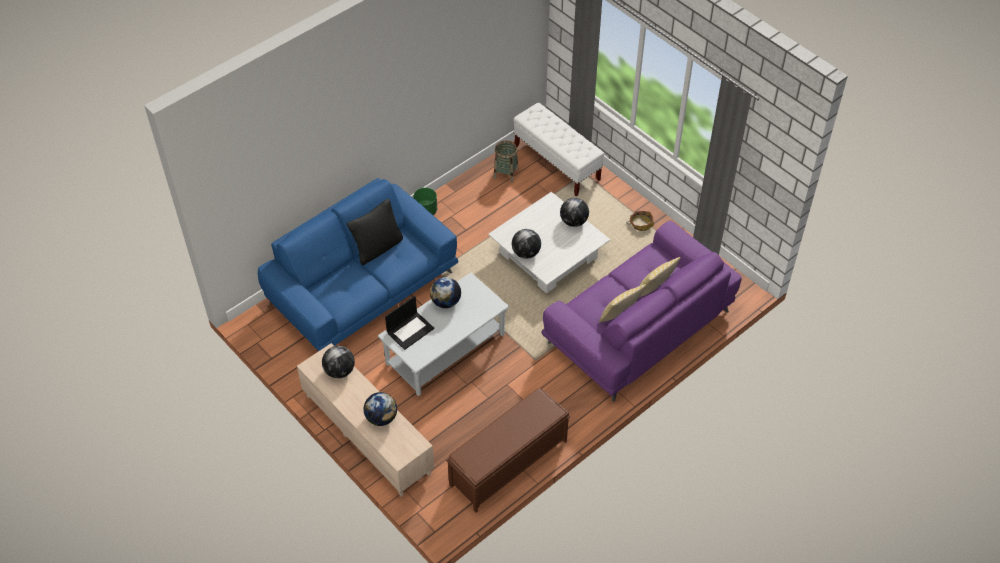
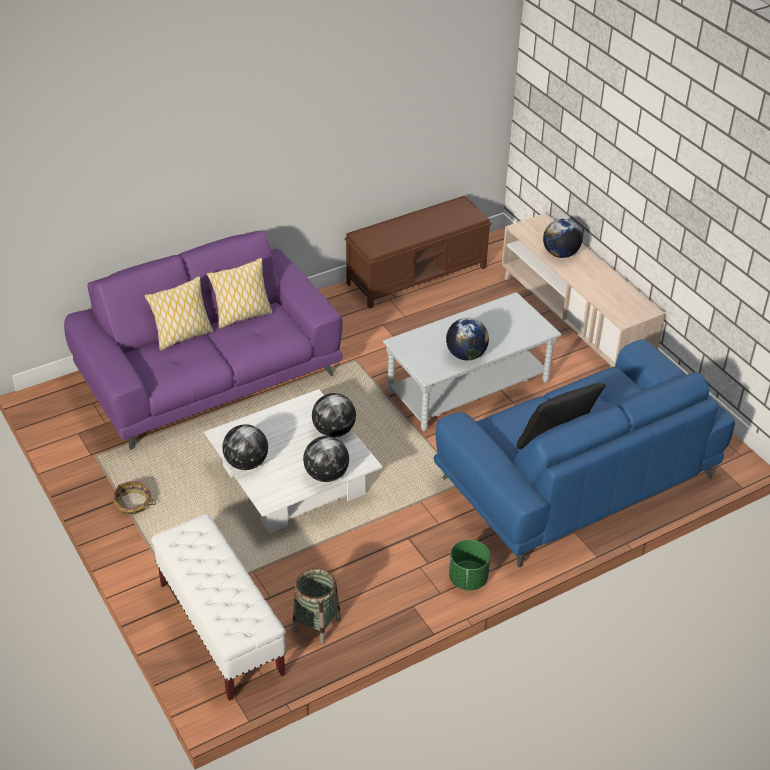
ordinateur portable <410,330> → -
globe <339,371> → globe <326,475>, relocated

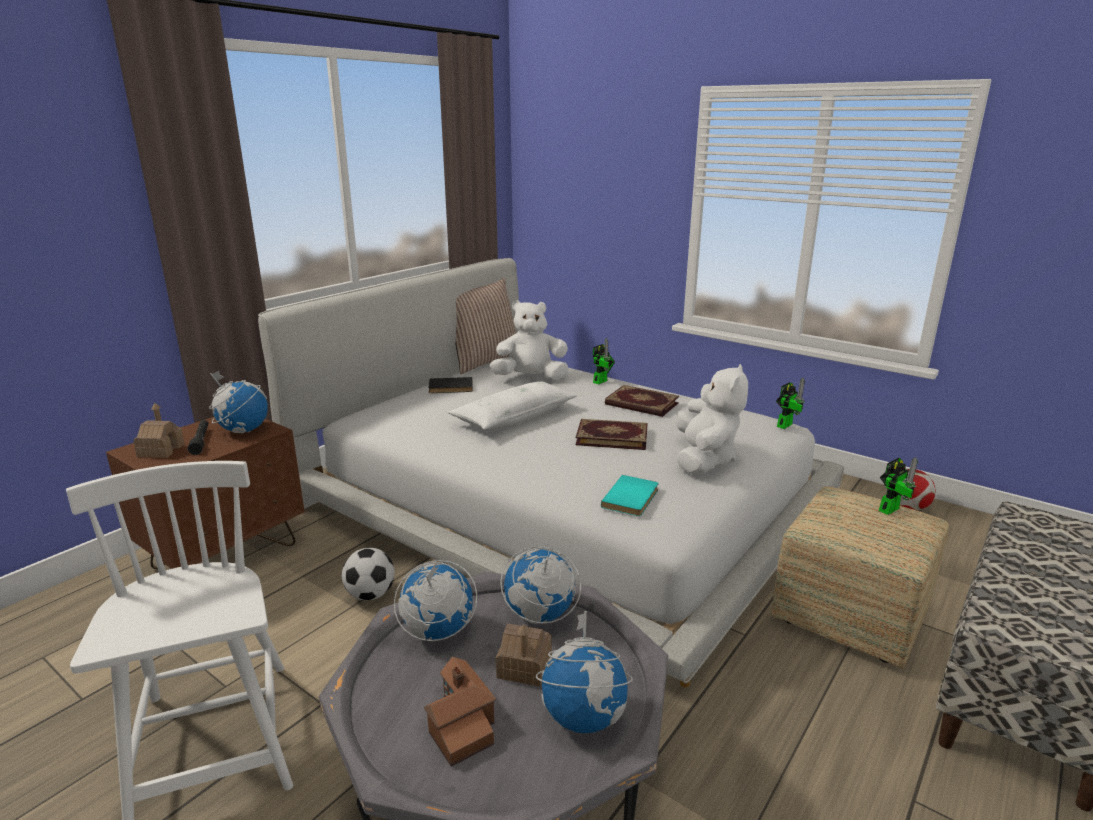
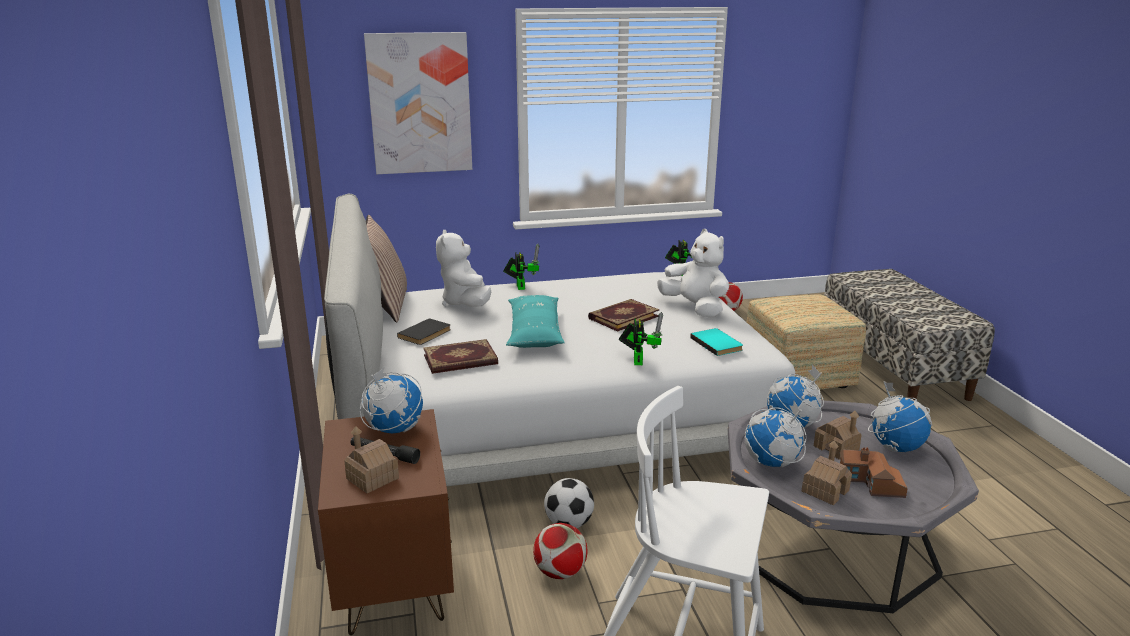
- → tableau <420,103>
- → ballon de foot <560,572>
- → maison miniature <825,491>
livre <641,404> → livre <460,360>, relocated
robot jouet <890,508> → robot jouet <638,360>, relocated
coussin/blanc <514,417> → coussin/turquoise <534,332>
peluche/blanc <530,378> → peluche/blanc <466,303>, 45 degrees counterclockwise

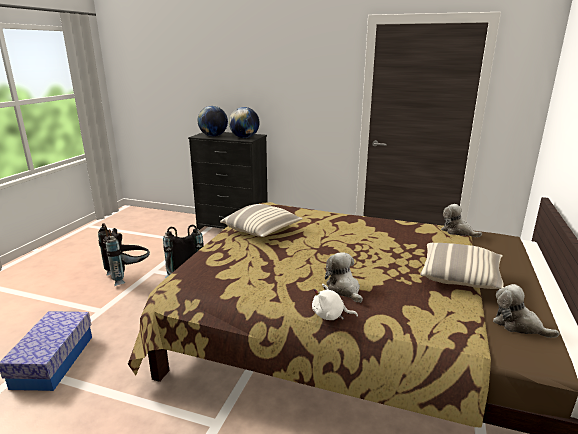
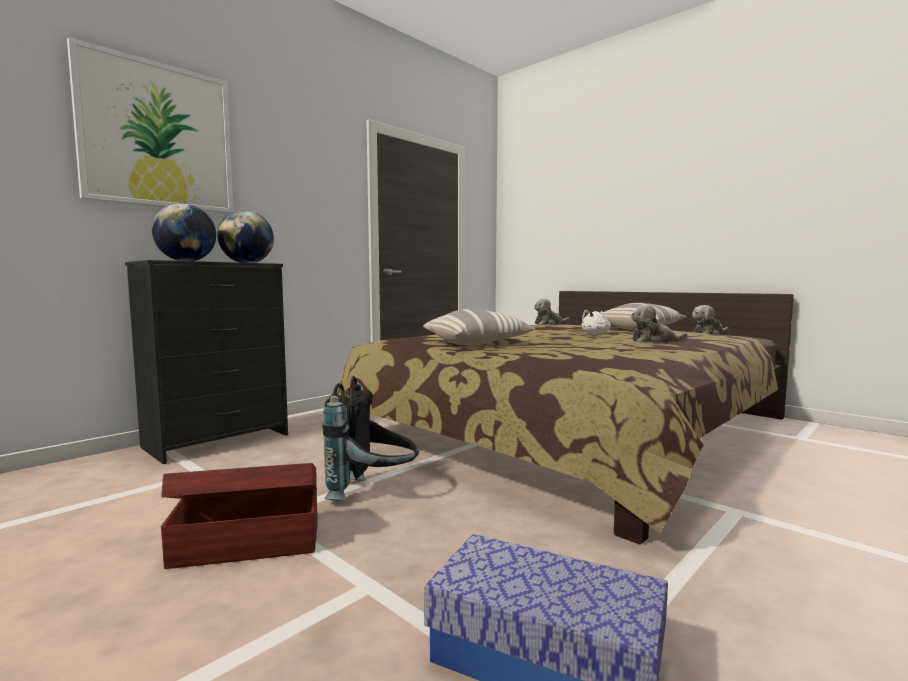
- → tableau <158,136>
peluche/blanc <330,315> → peluche/blanc <596,333>, relocated
sac à dos/noir <128,276> → boîte de rangement/marron <246,543>

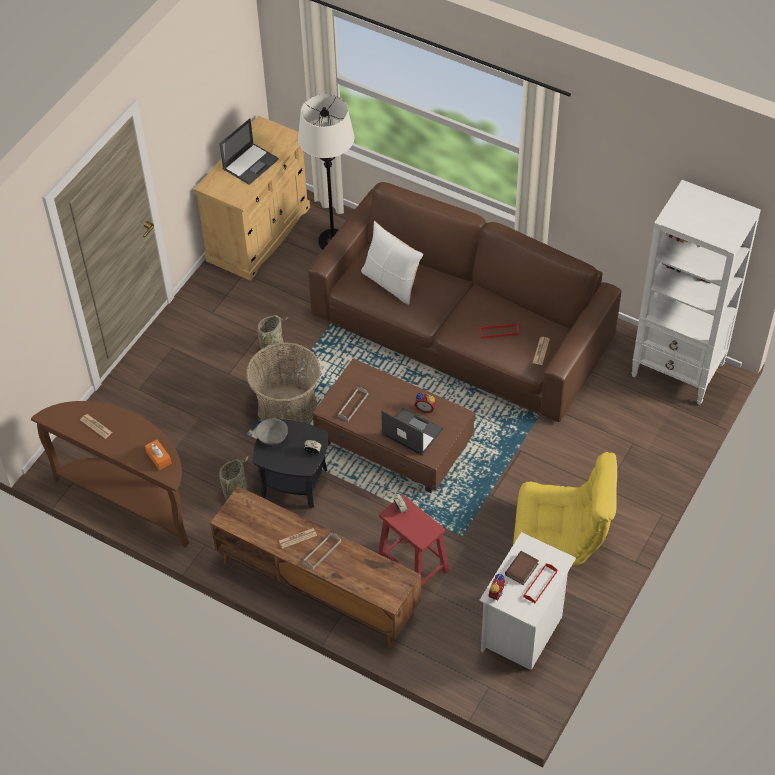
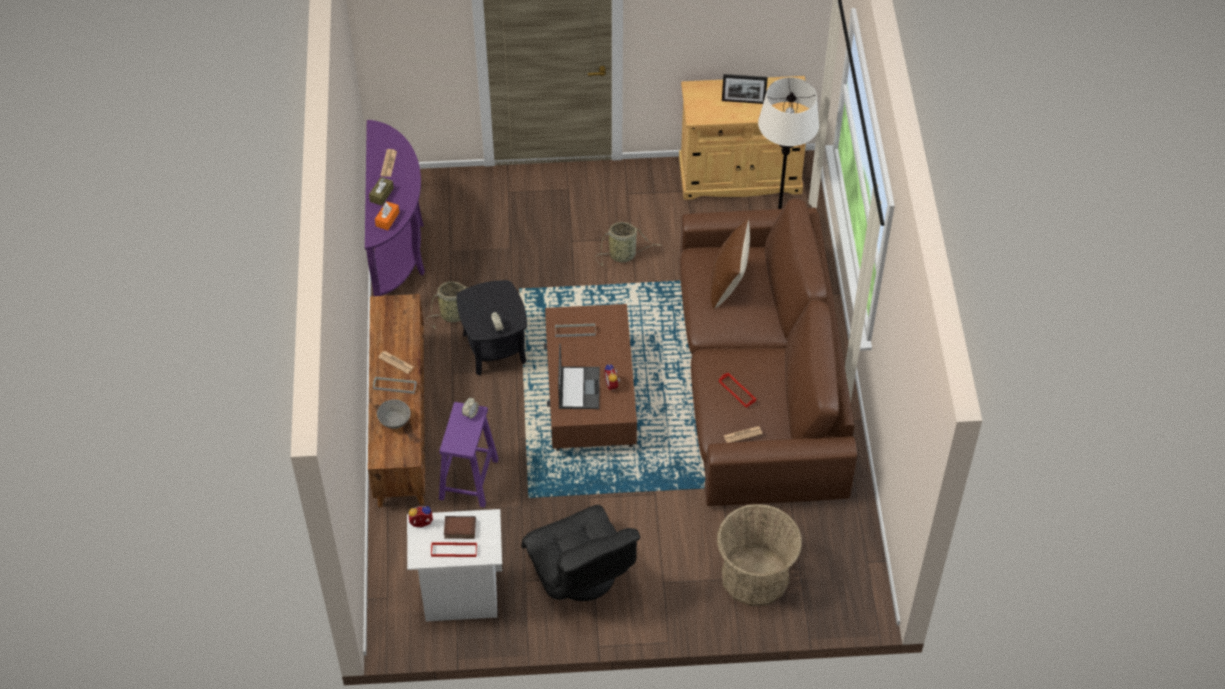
bibliothèque/blanc <678,371> → -
- → boîte à mouchoirs/marron <381,195>
panier <287,409> → panier <755,576>, relocated
bol/gris <273,438> → bol/gris <395,421>, relocated
ordinateur portable <250,163> → cadre photo <743,101>
table console/marron <132,498> → table console/violet <398,250>
coussin/blanc <391,283> → coussin/marron <728,283>
tabouret/rouge <411,567> → tabouret/violet <469,478>
fauteuil/jaune <561,538> → fauteuil/noir <581,574>

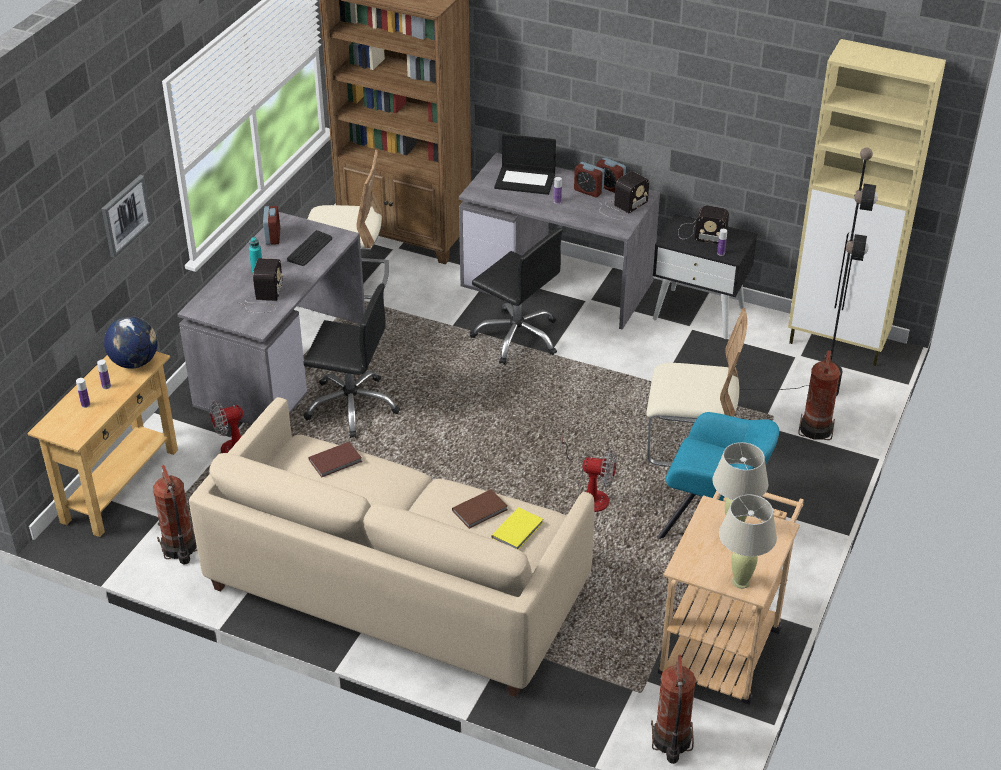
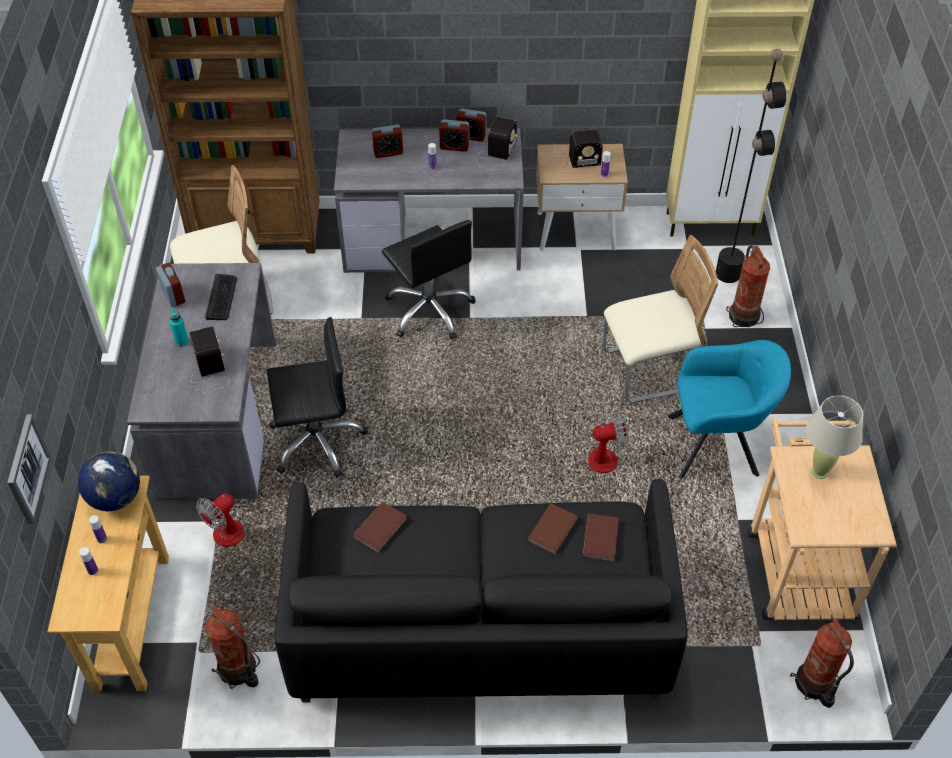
lampe de table/beige <741,581> → -
tableau <125,215> → tableau <27,469>, relocated
ordinateur portable <526,180> → réveil <388,152>
canapé/beige <396,587> → canapé/noir <478,625>
livre/jaune <518,530> → livre/marron <601,538>
table de chevet/noir <699,313> → table de chevet/beige <576,230>
chaise de bureau/noir <517,337> → chaise de bureau/noir <430,310>, 45 degrees clockwise

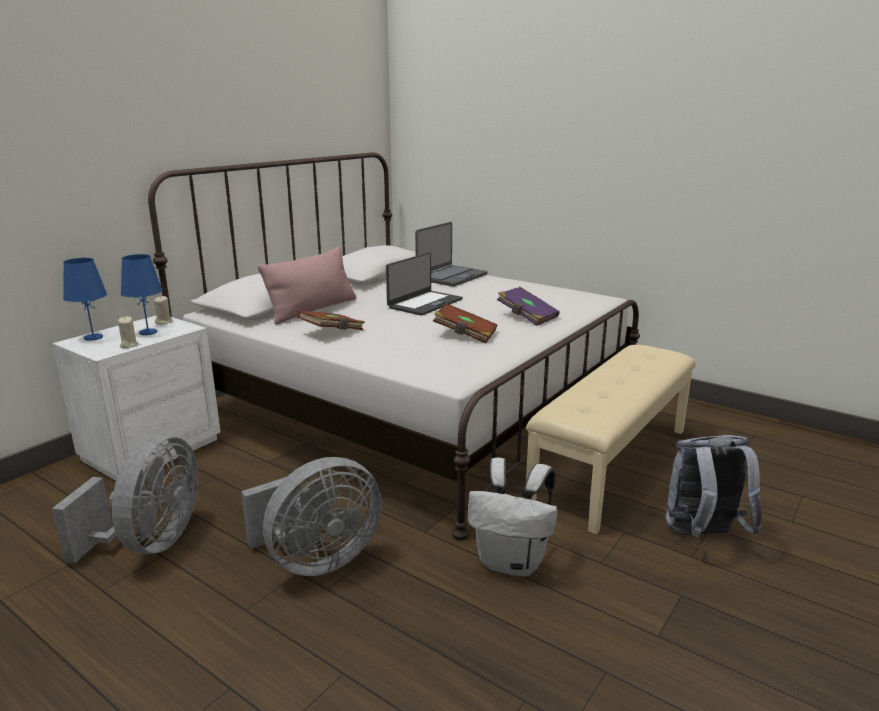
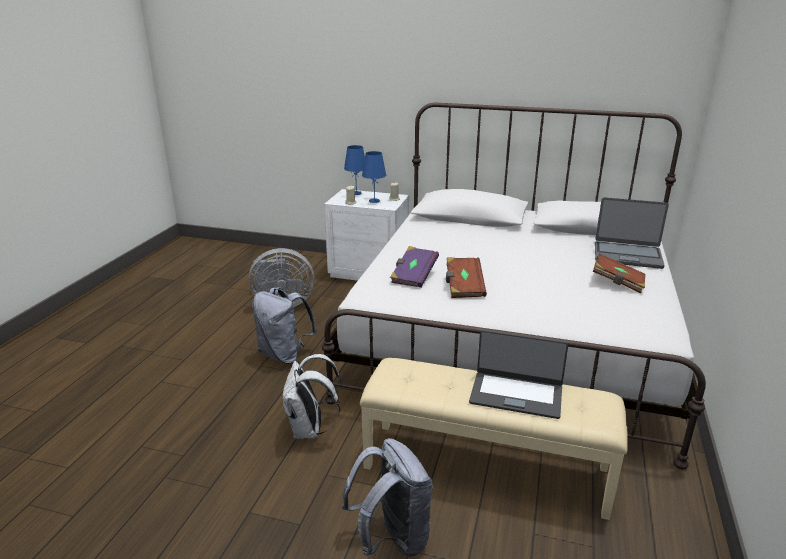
coussin/rose <313,310> → -
livre/marron <332,332> → livre/marron <617,283>, relocated
ordinateur portable <424,303> → ordinateur portable <516,394>, relocated
livre/violet <526,317> → livre/violet <413,276>, relocated
ventilateur/gris <317,560> → sac à dos/gris <284,355>

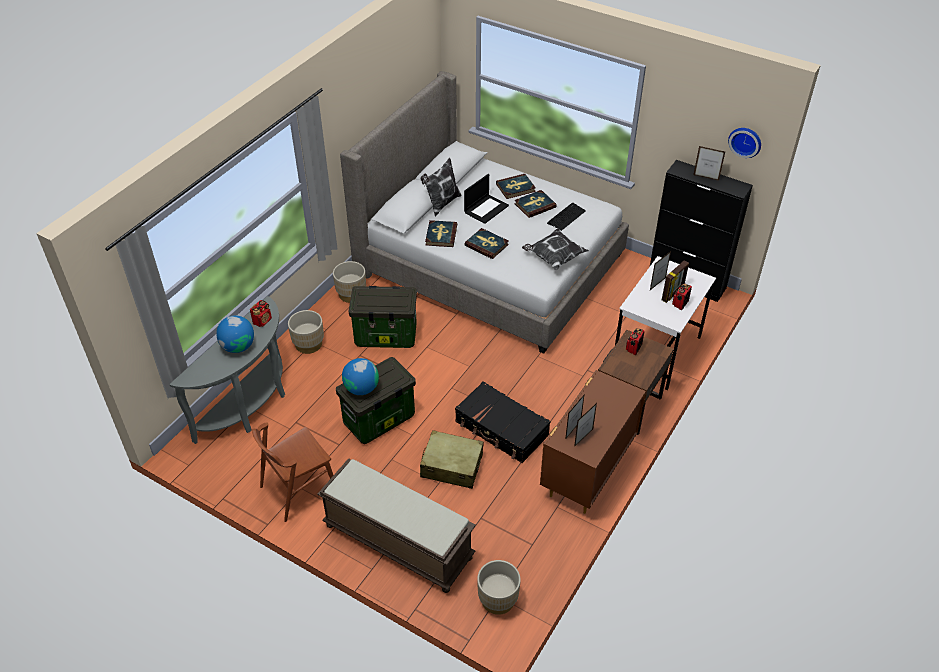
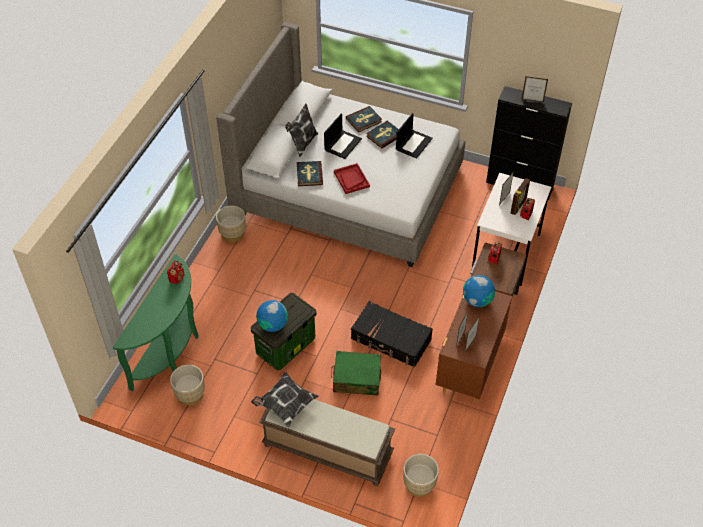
chaise/marron <298,489> → -
boîte de rangement <387,335> → -
horloge murale <745,141> → -
globe <238,346> → globe <477,300>, relocated
cache-pot/beige <308,344> → cache-pot/beige <190,395>, relocated
coussin <554,257> → coussin <285,405>, relocated
livre <486,245> → plateau/rouge <351,179>
clavier <566,217> → ordinateur portable <413,143>
table console/gris <250,406> → table console/vert <171,350>
valise/beige <451,466> → valise/vert <356,378>

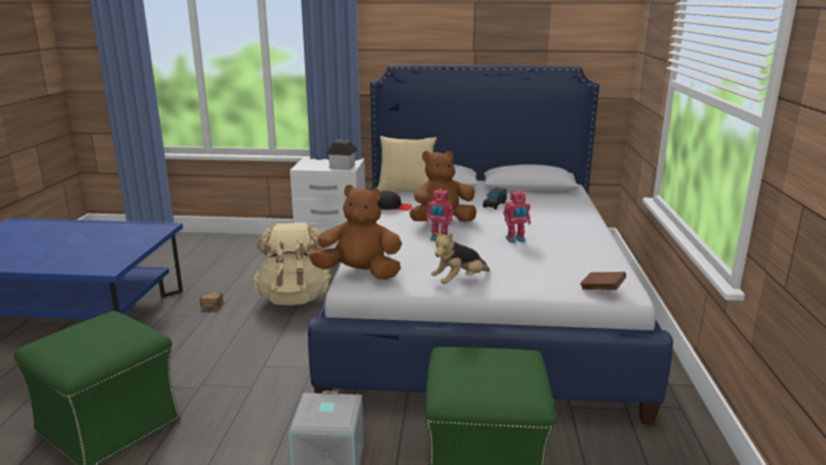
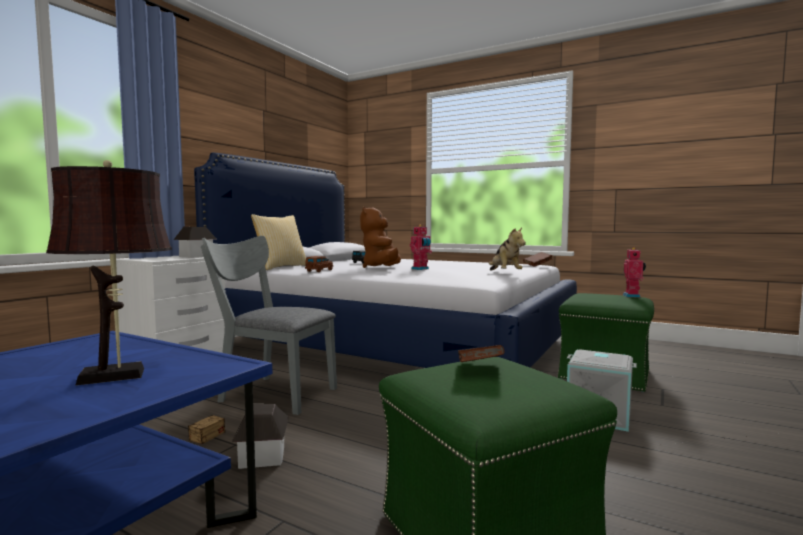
peluche/marron <359,274> → -
- → lampe de table/marron <119,375>
- → maison miniature <262,457>
- → livre/marron <479,370>
robot jouet <515,240> → robot jouet <633,296>, relocated
sac à dos/beige <294,298> → chaise/gris <272,393>
casquette/noir <392,207> → petite voiture/marron <319,271>

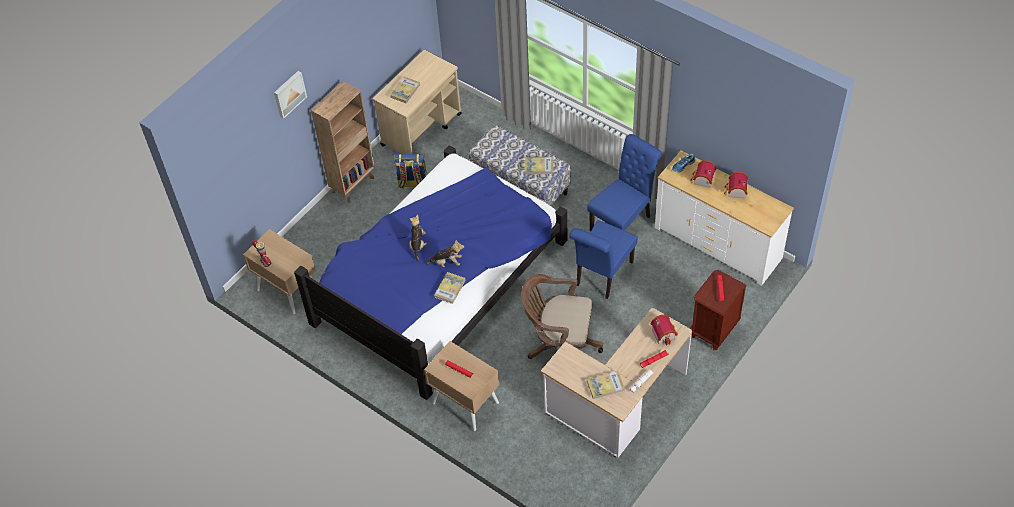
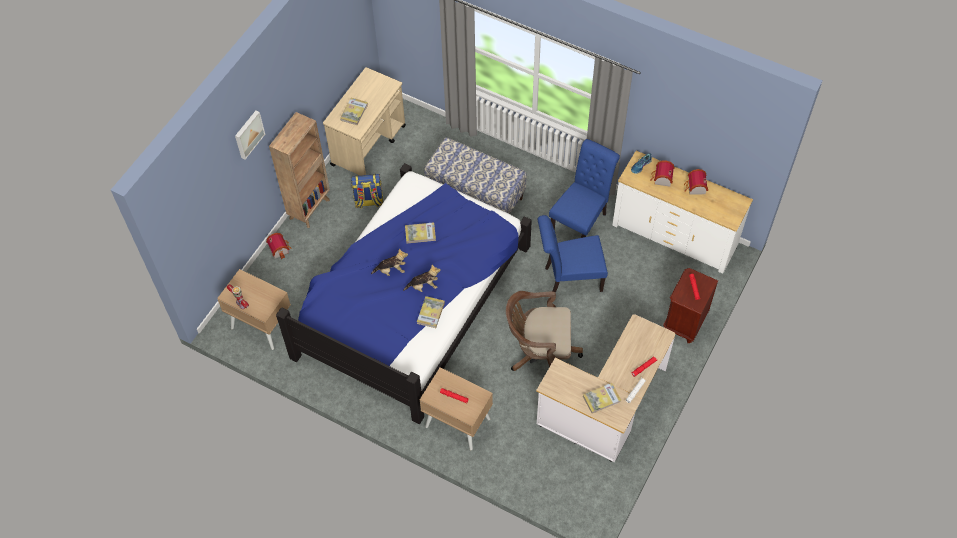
livre <539,166> → livre <420,234>, relocated
maison miniature <664,333> → maison miniature <280,249>, relocated
peluche <418,244> → peluche <391,270>, 90 degrees clockwise
chaise/bleu <602,276> → chaise/bleu <569,279>, 60 degrees clockwise

